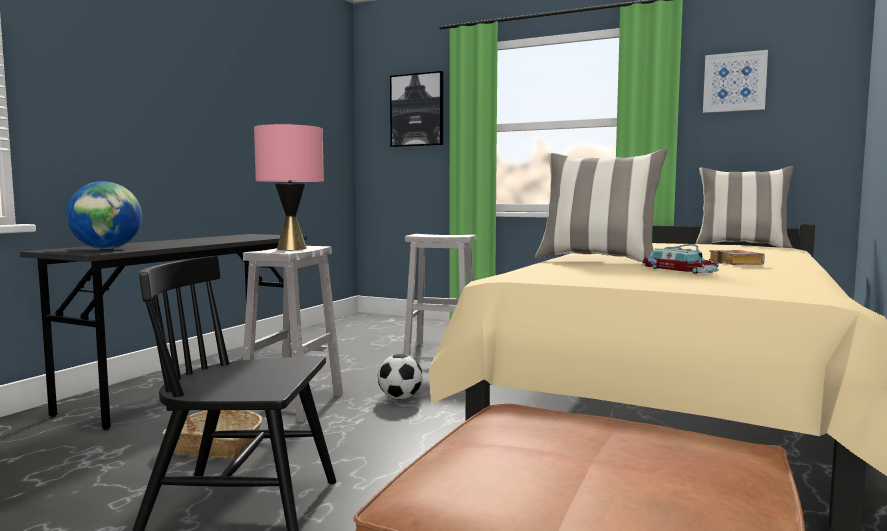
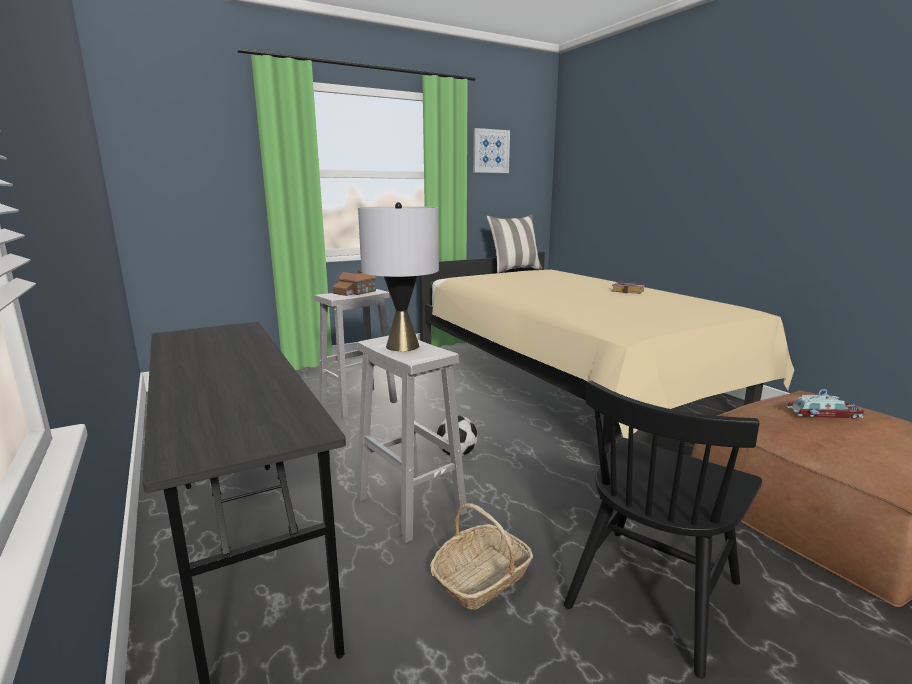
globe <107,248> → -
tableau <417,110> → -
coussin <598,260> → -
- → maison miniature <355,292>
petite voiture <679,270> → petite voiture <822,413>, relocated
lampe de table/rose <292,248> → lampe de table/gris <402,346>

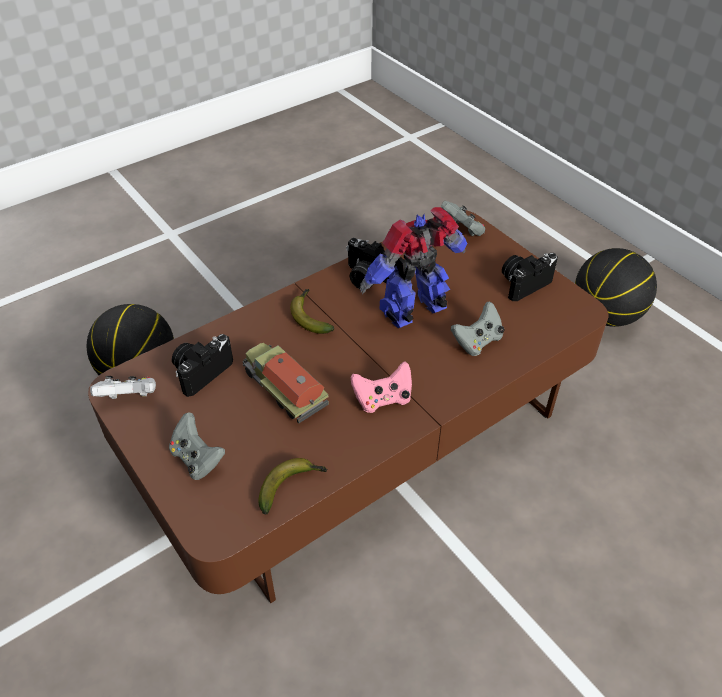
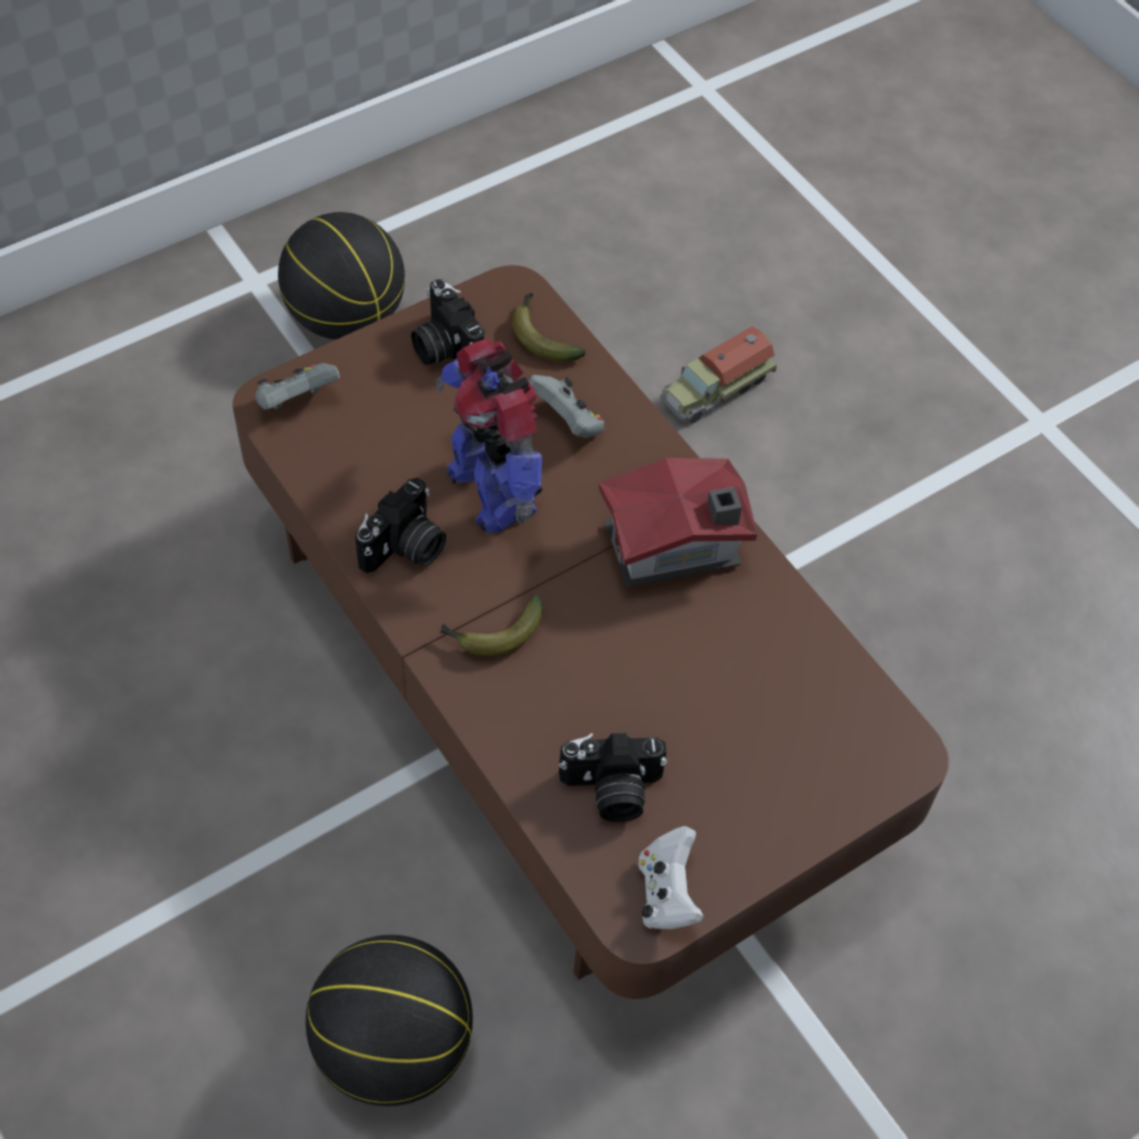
manette/gris <197,459> → -
camion jouet <283,389> → camion jouet <715,389>, relocated
banane <291,486> → banane <542,335>, relocated
manette/rose <383,399> → maison miniature <676,548>
appareil photo <201,371> → appareil photo <611,791>, 45 degrees counterclockwise

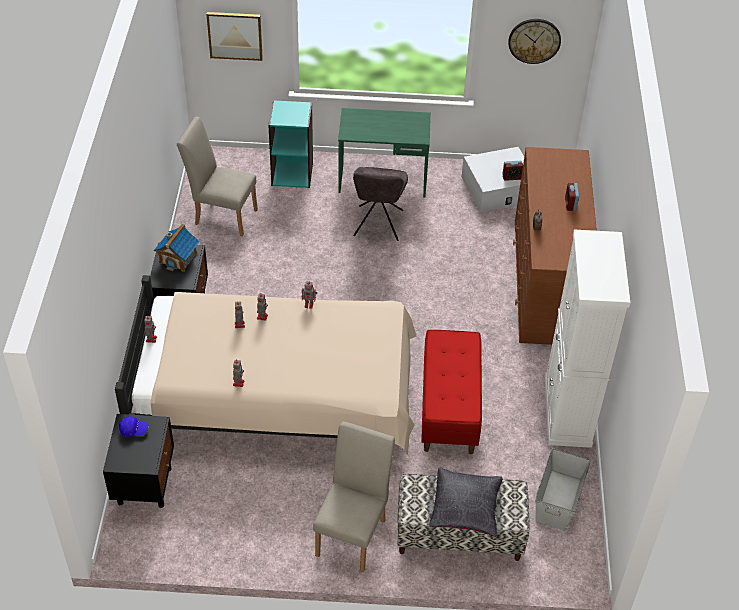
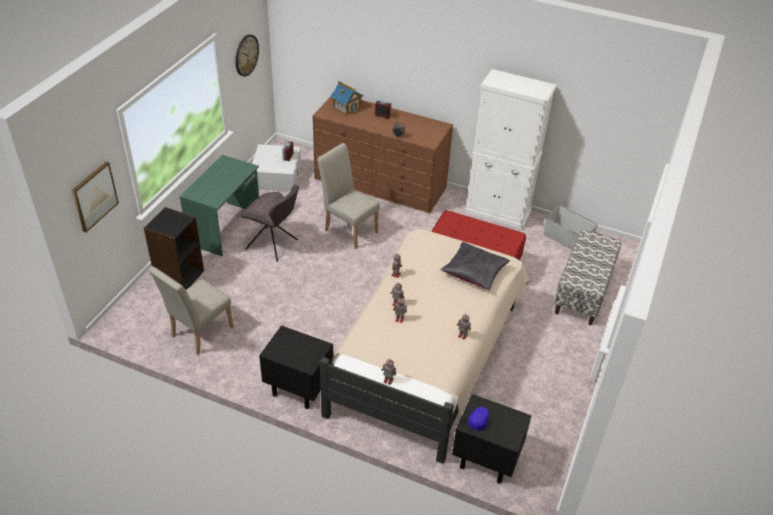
maison miniature <178,258> → maison miniature <346,106>, relocated
chaise/beige <353,532> → chaise/beige <348,229>, relocated
coussin/noir <465,508> → coussin/noir <474,272>, relocated
bibliothèque/turquoise <292,174> → bibliothèque/noir <179,276>

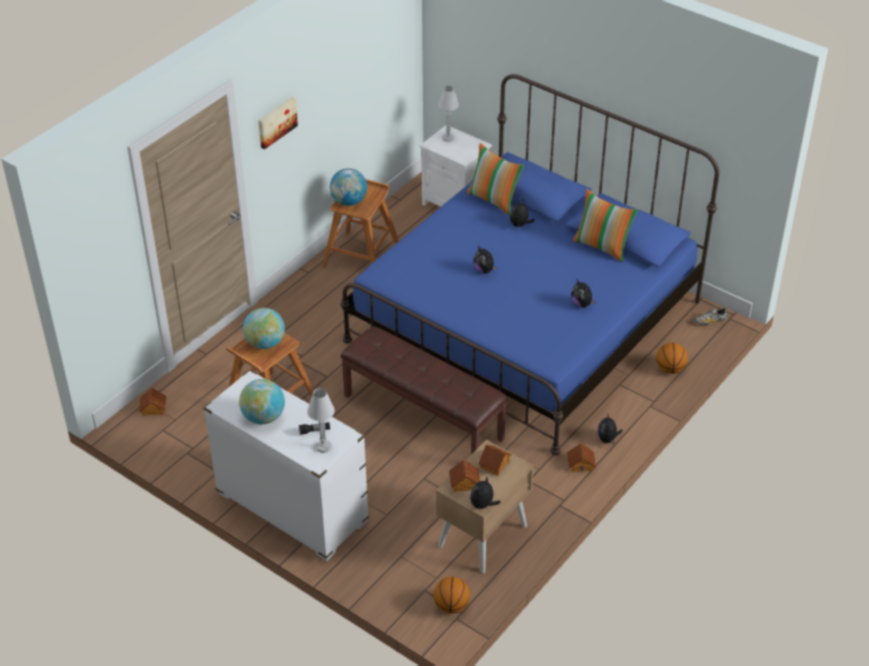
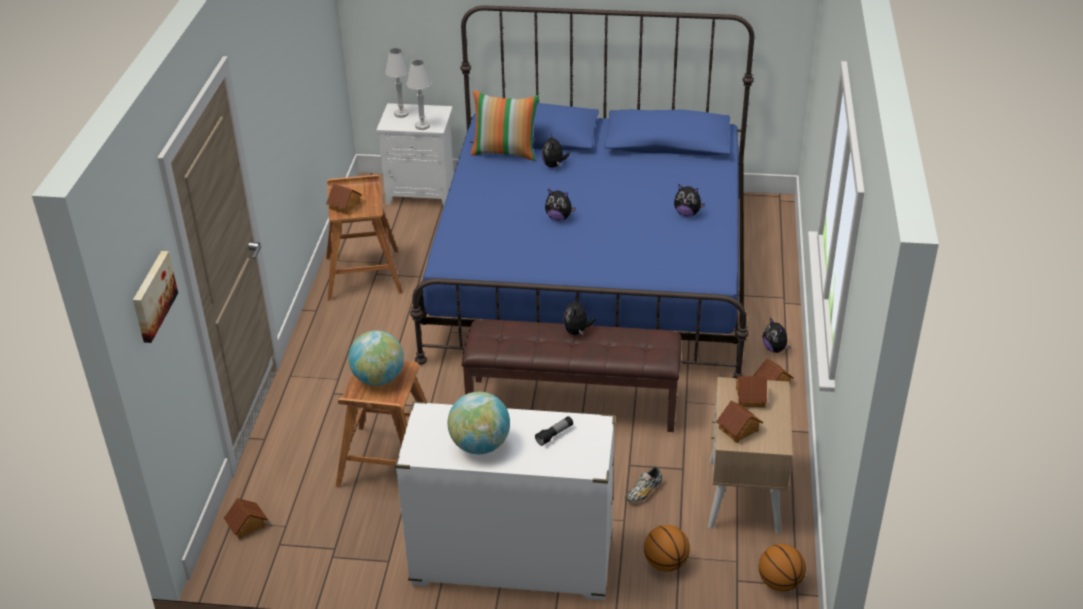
coussin <602,246> → -
tableau <276,122> → tableau <152,296>, relocated
lampe de table/blanc <323,447> → lampe de table/blanc <422,126>, relocated
peluche <483,505> → peluche <577,331>, relocated
ballon de basket <670,369> → ballon de basket <665,563>, relocated
chaussure <710,321> → chaussure <644,492>, relocated
globe <349,201> → maison miniature <345,206>

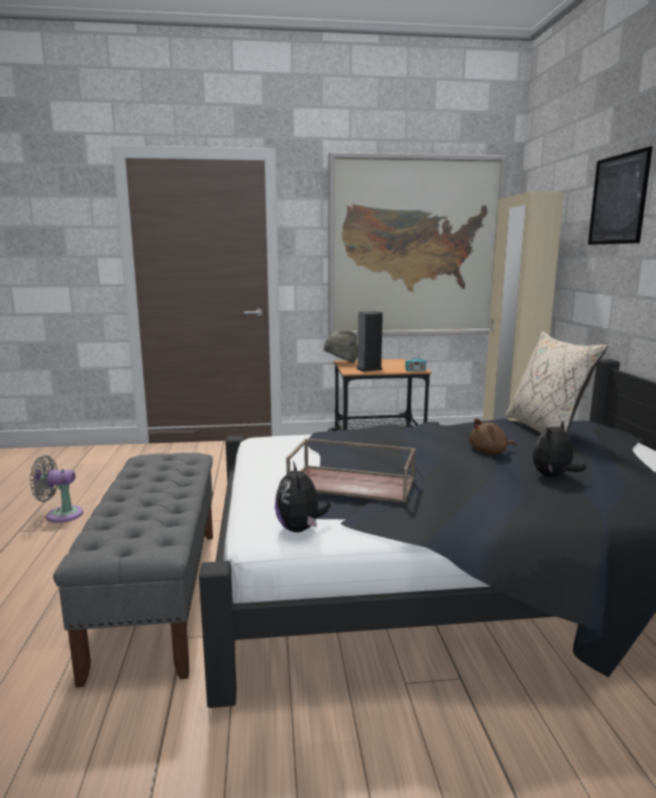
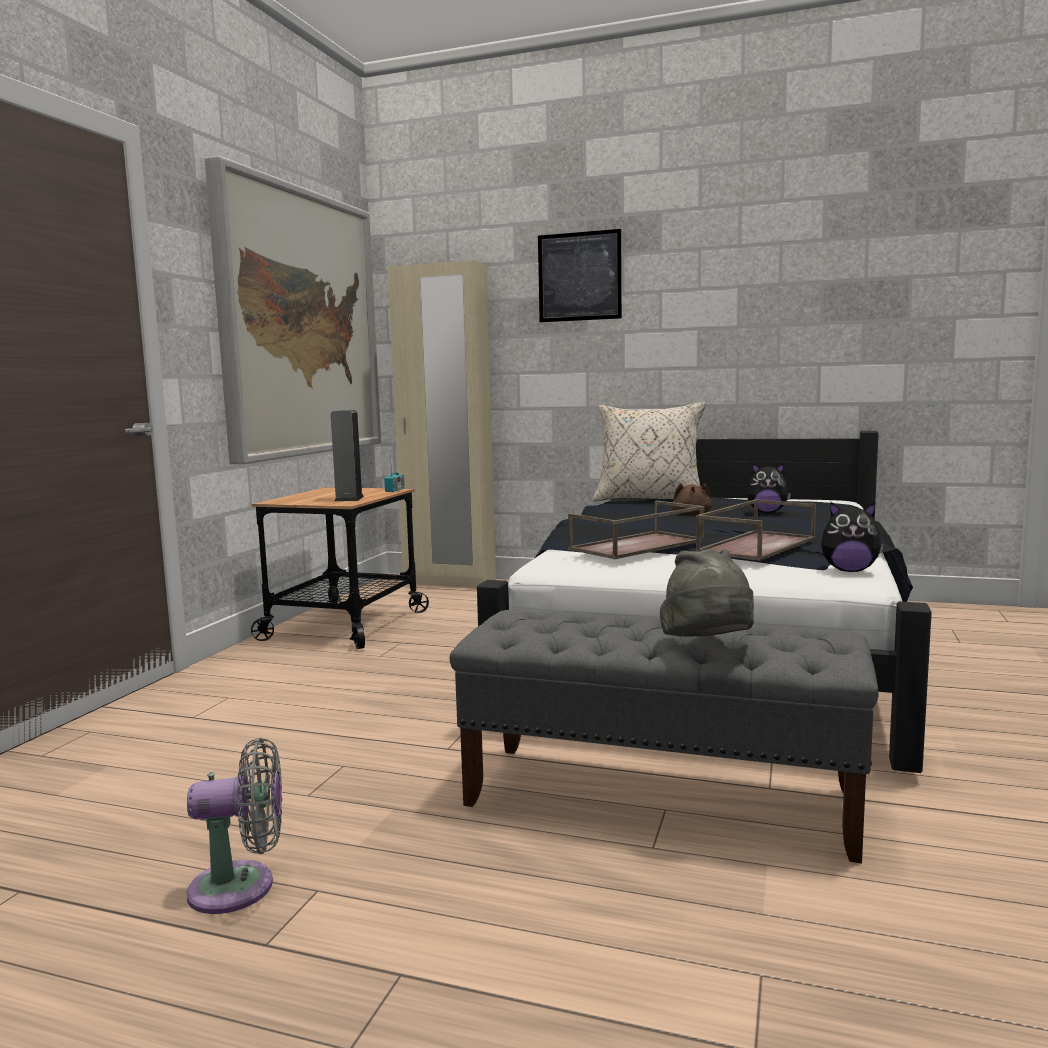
- → plateau/marron <637,545>
chapeau/gris <341,363> → chapeau/gris <709,646>, relocated
ventilateur/gris <60,515> → ventilateur/gris <241,887>, 120 degrees counterclockwise
peluche <553,476> → peluche <767,512>, 60 degrees counterclockwise

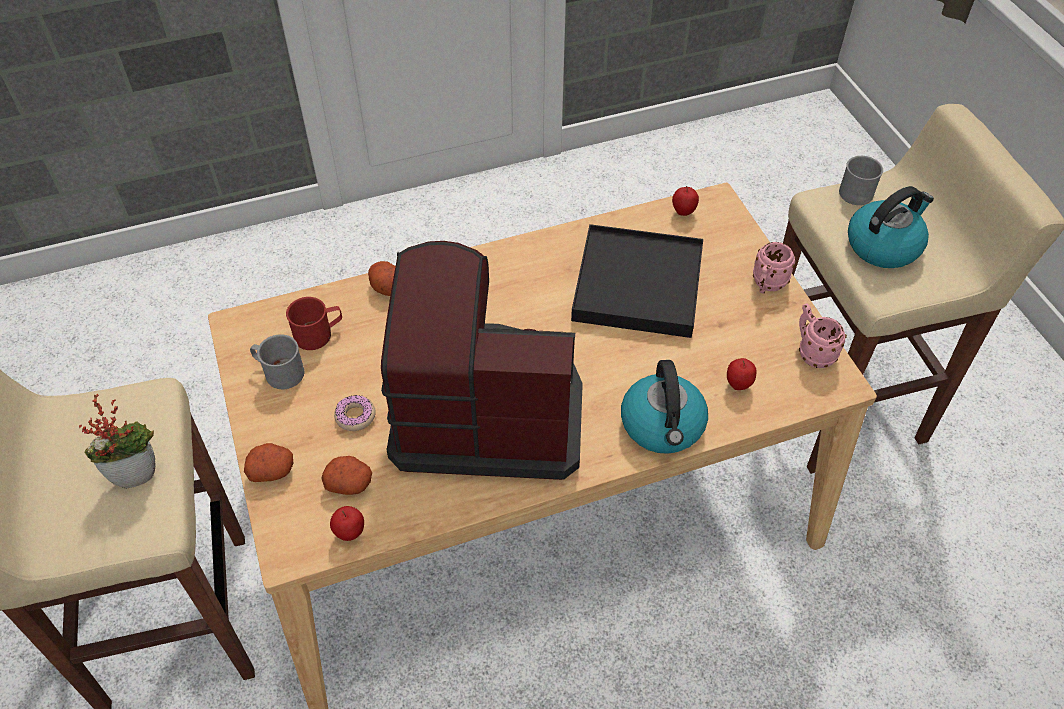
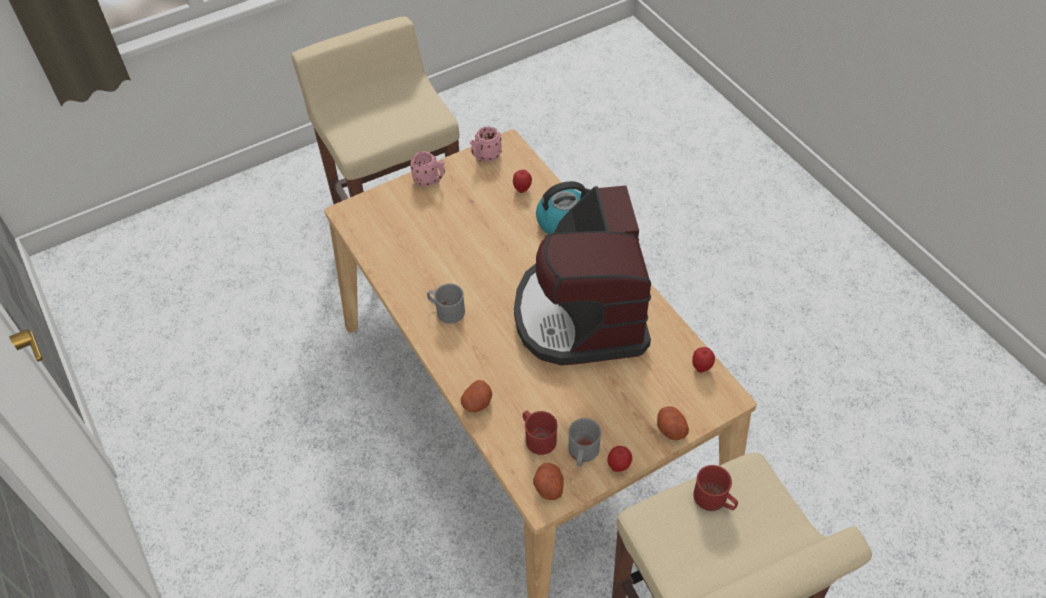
beignet <355,416> → -
plateau/noir <637,285> → -
bouilloire <883,245> → -
pomme de terre <350,483> → pomme de terre <548,486>, relocated
pomme <683,212> → pomme <618,466>, relocated
mug/gris <858,190> → mug/gris <446,311>, relocated
plante en pot <138,473> → mug/rouge <714,500>

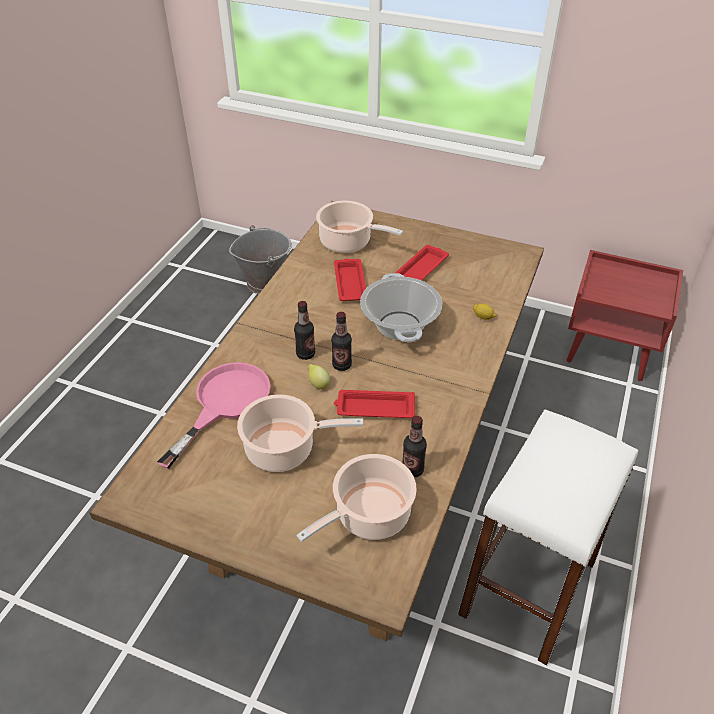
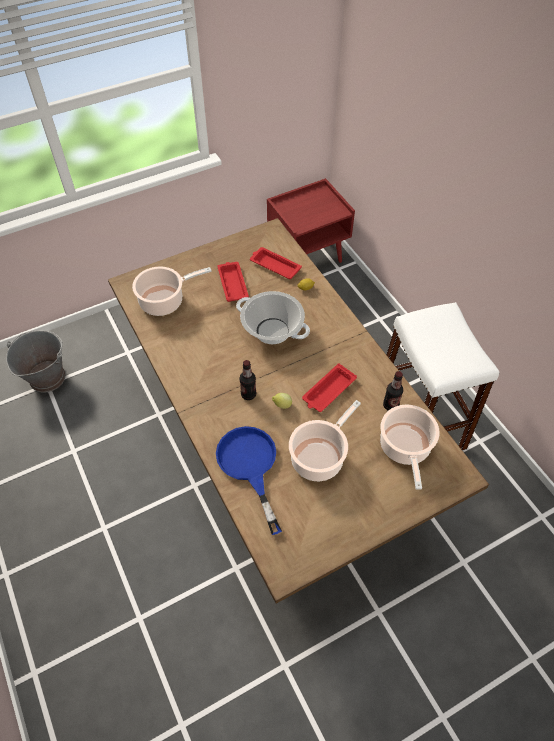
bouteille <342,365> → -
plateau/rouge <350,283> → plateau/rouge <274,265>, relocated
poêle/rose <224,403> → poêle/bleu <250,466>

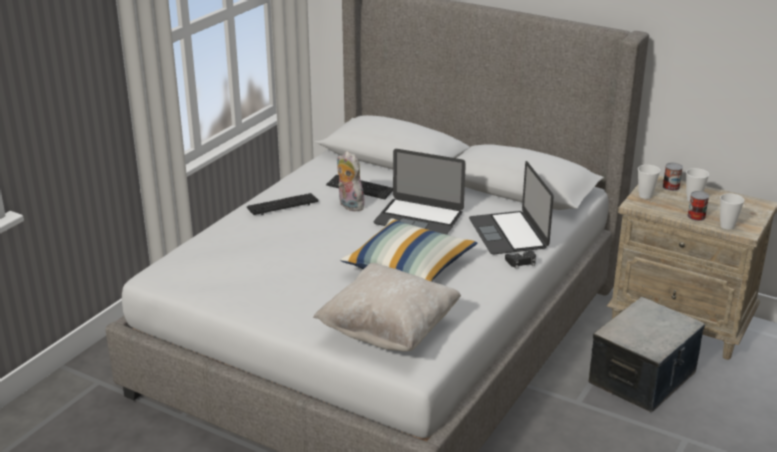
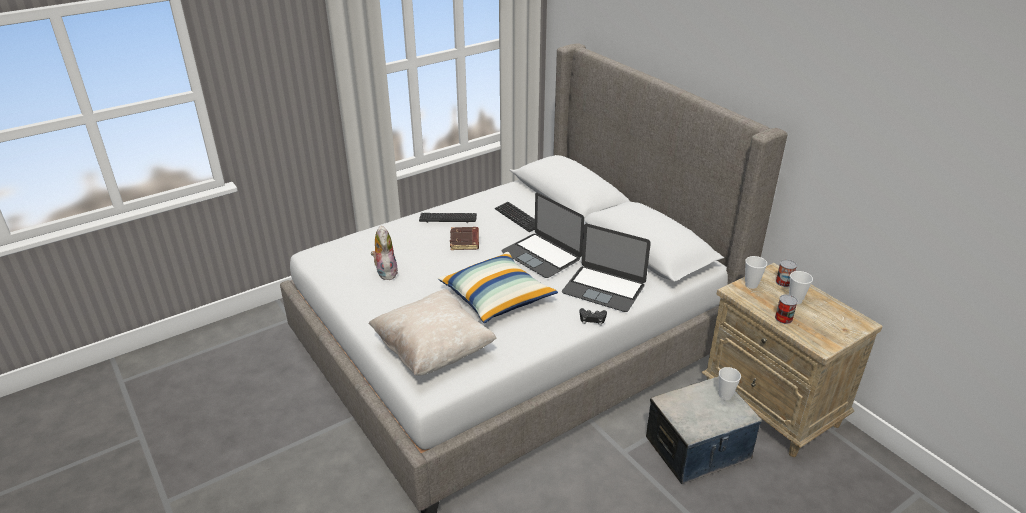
- → livre/marron <465,241>
peluche <349,205> → peluche <385,272>, relocated
tasse <727,226> → tasse <725,395>, relocated
ordinateur portable <508,233> → ordinateur portable <604,288>, 75 degrees counterclockwise

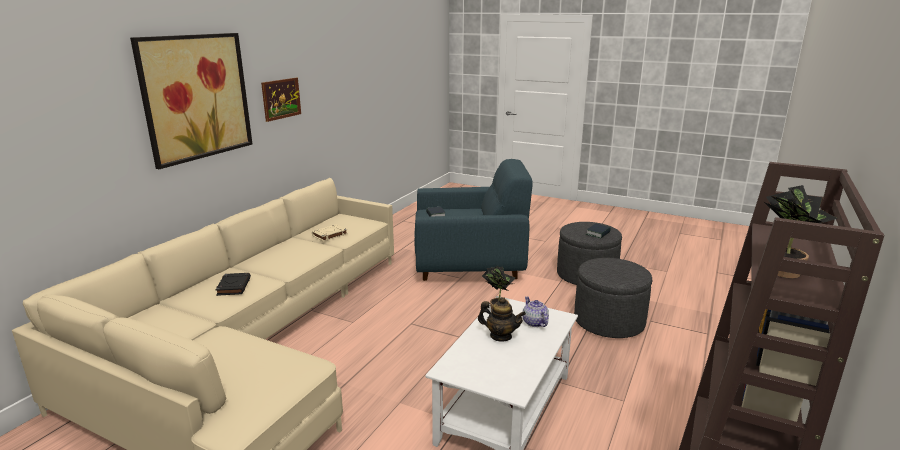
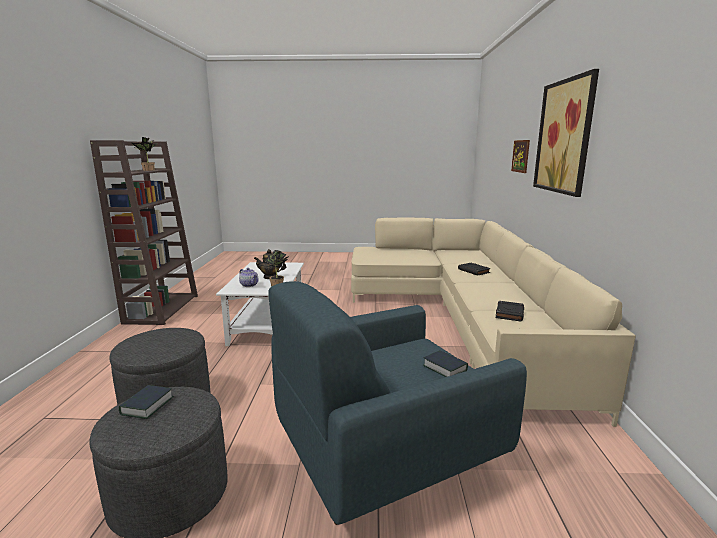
tableau <281,99> → tableau <520,156>, relocated
livre/beige <329,235> → livre/noir <509,313>

